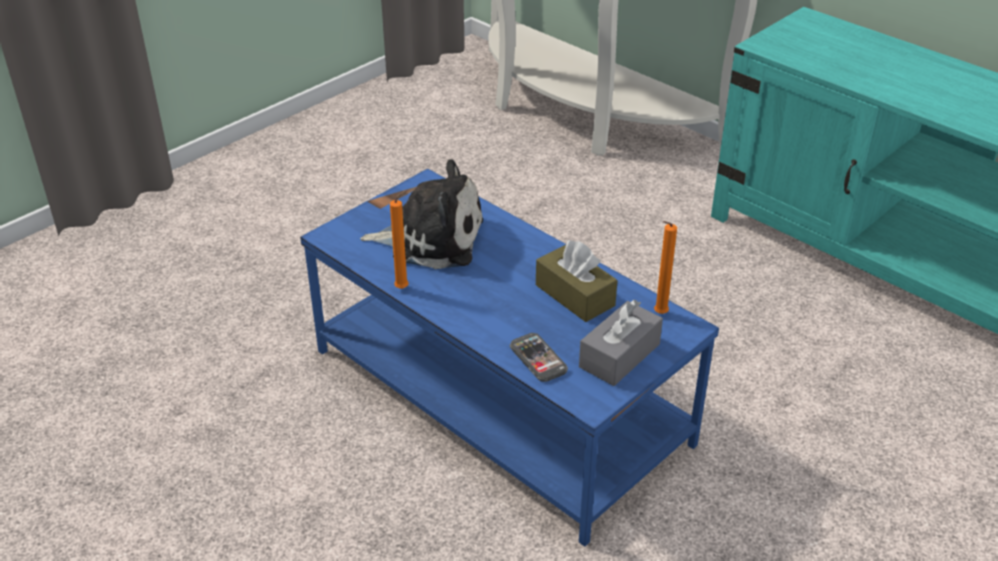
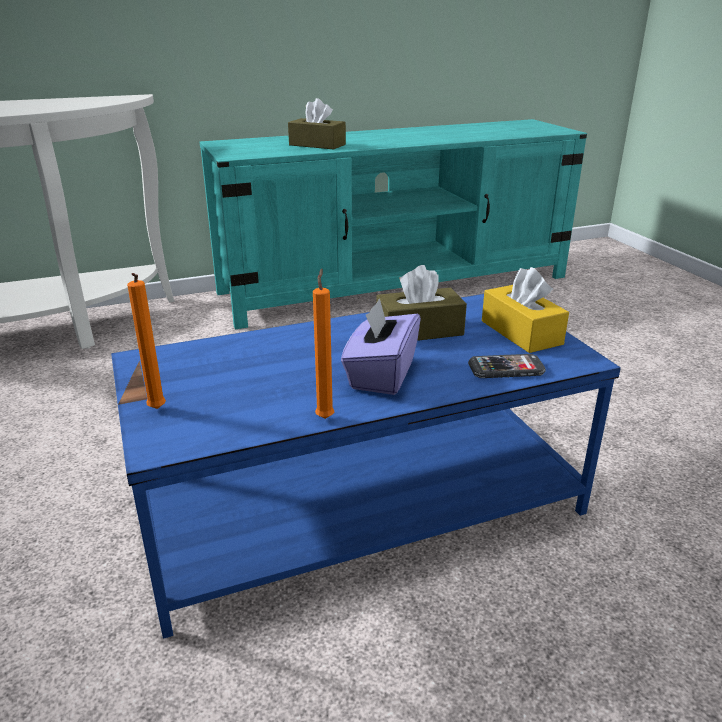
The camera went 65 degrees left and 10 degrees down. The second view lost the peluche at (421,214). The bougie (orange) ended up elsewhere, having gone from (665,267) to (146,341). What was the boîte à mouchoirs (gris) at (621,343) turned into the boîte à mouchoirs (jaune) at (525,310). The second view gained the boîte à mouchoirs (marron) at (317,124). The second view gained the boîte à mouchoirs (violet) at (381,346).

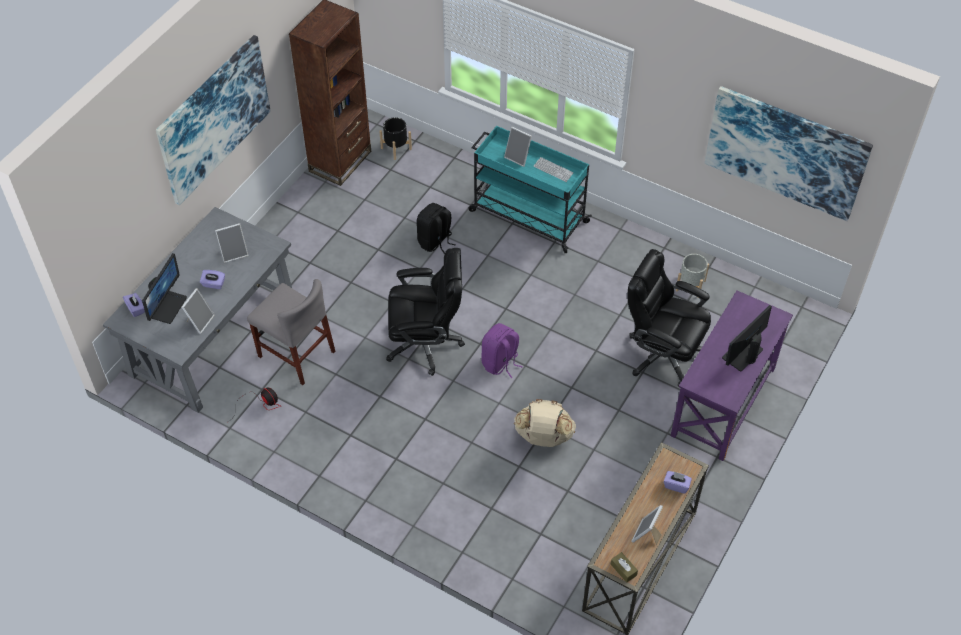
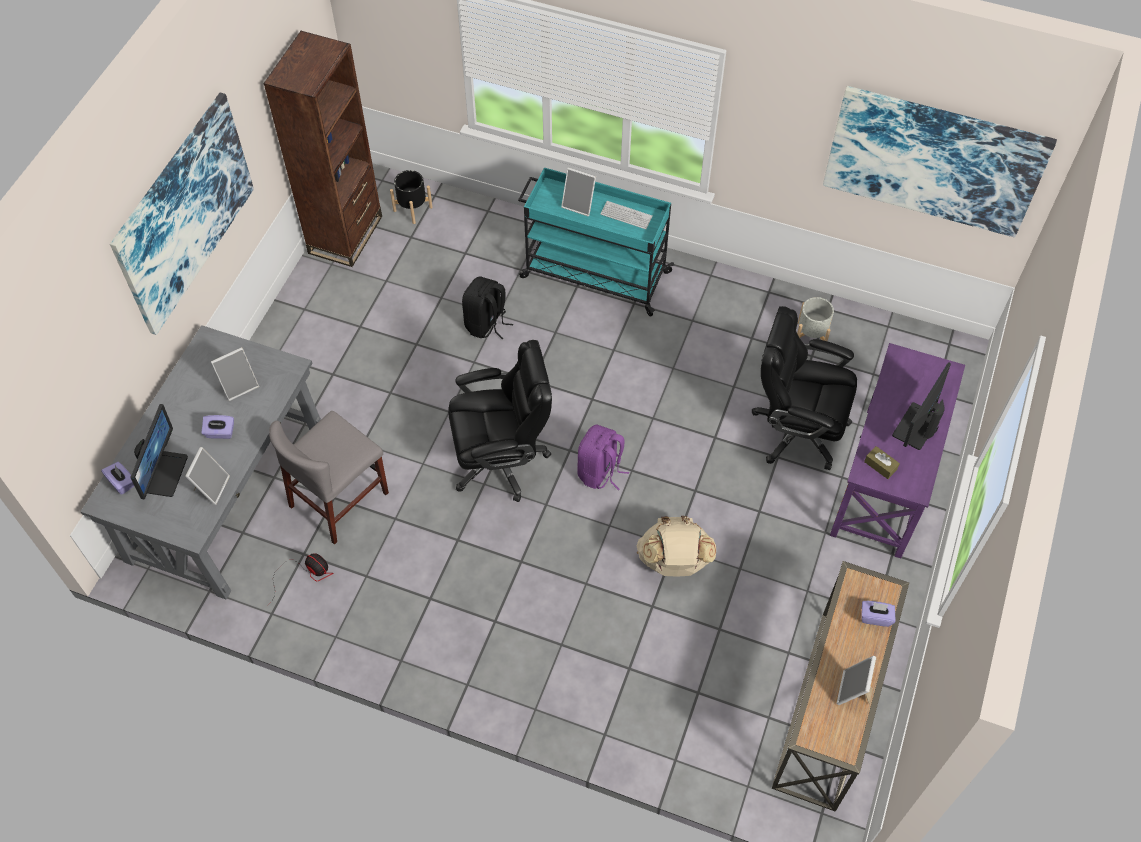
The camera went 10 degrees left and 5 degrees up. The chaise (gris) at (291,332) ended up facing another way, 105 degrees clockwise from before. The boîte à mouchoirs (marron) ended up elsewhere, having gone from (624,567) to (882,462).

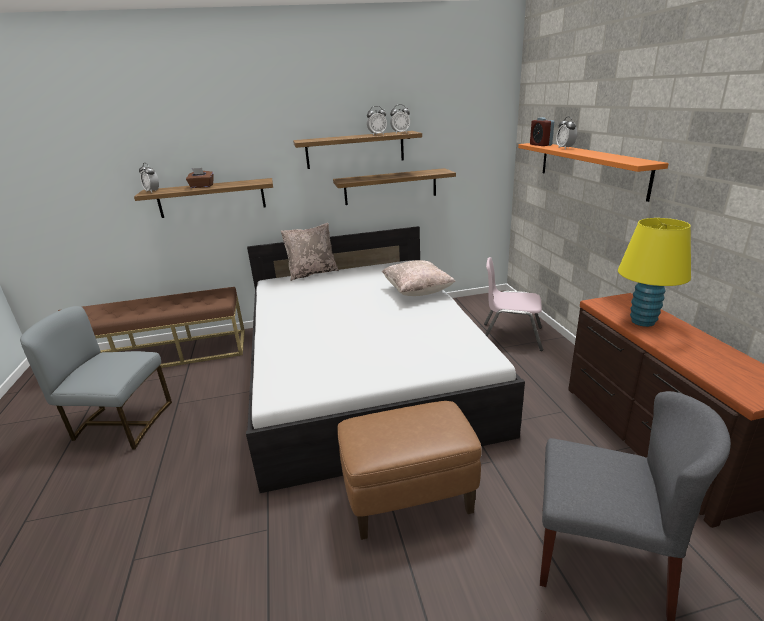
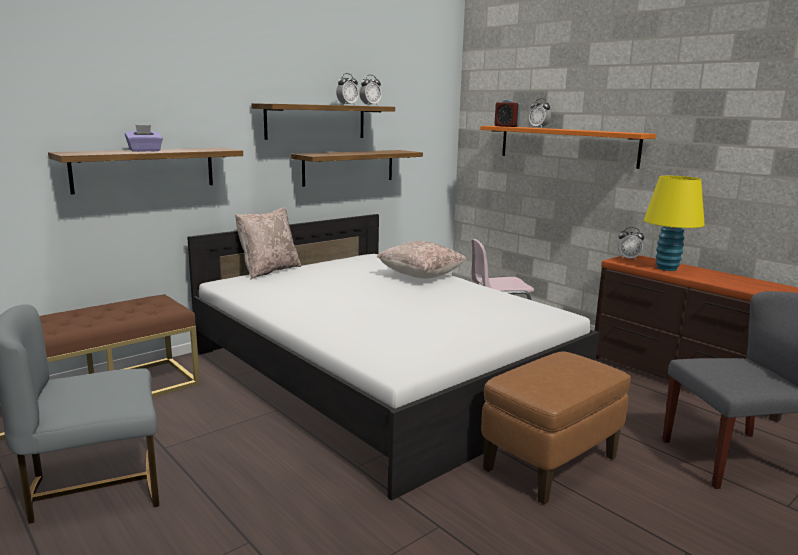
The camera went 30 degrees left and 10 degrees down. The réveil ended up elsewhere, having gone from (149,177) to (631,243). What was the boîte à mouchoirs (marron) at (200,178) turned into the boîte à mouchoirs (violet) at (144,138).

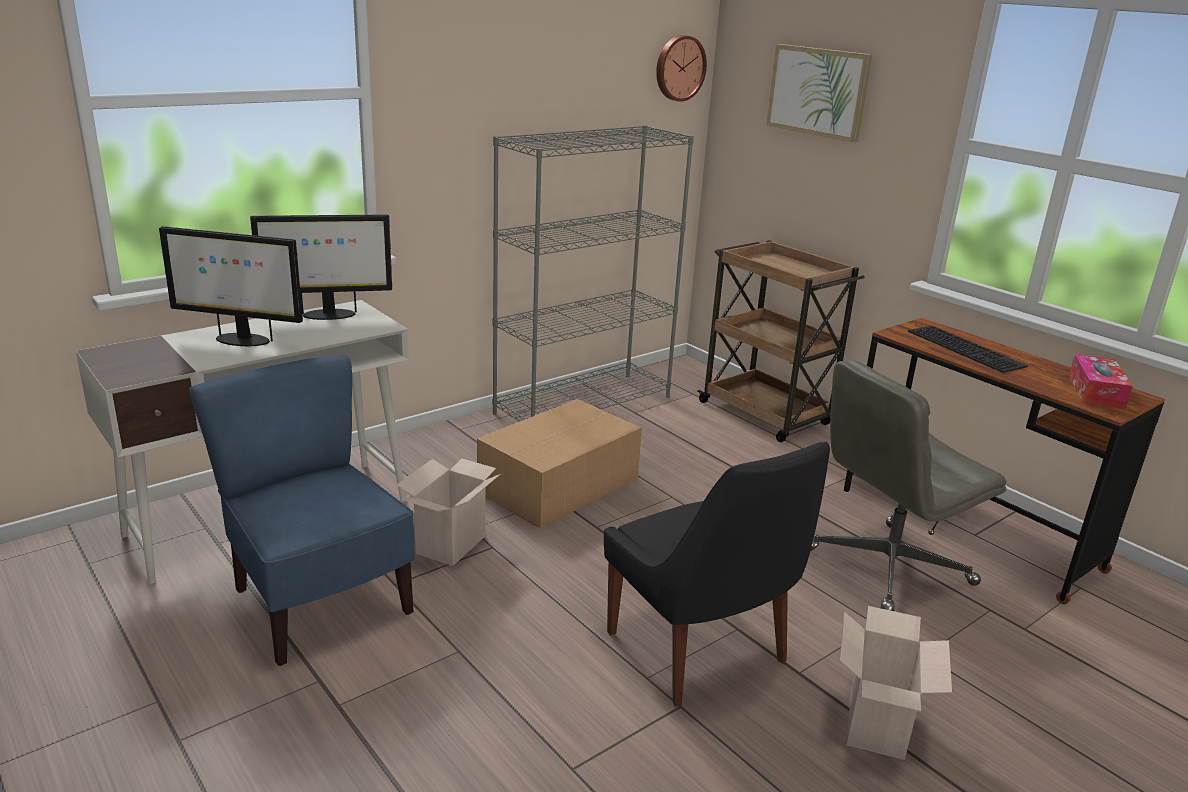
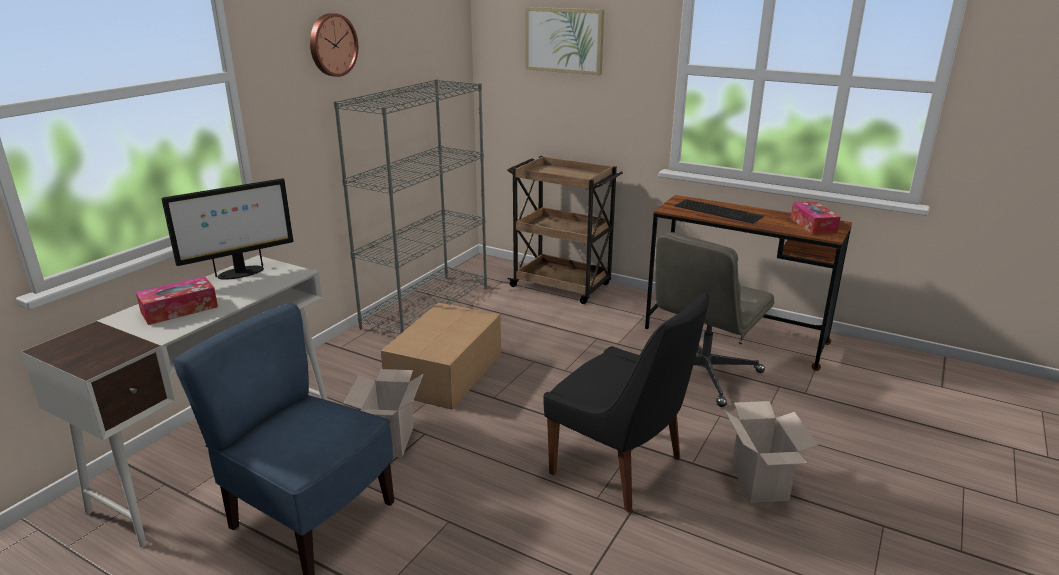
The camera went 20 degrees left and 0 degrees up. The horloge murale ended up elsewhere, having gone from (681,68) to (334,45). Where the écran d'ordinateur stood at (231,286), the boîte à mouchoirs came to stand at (177,300).

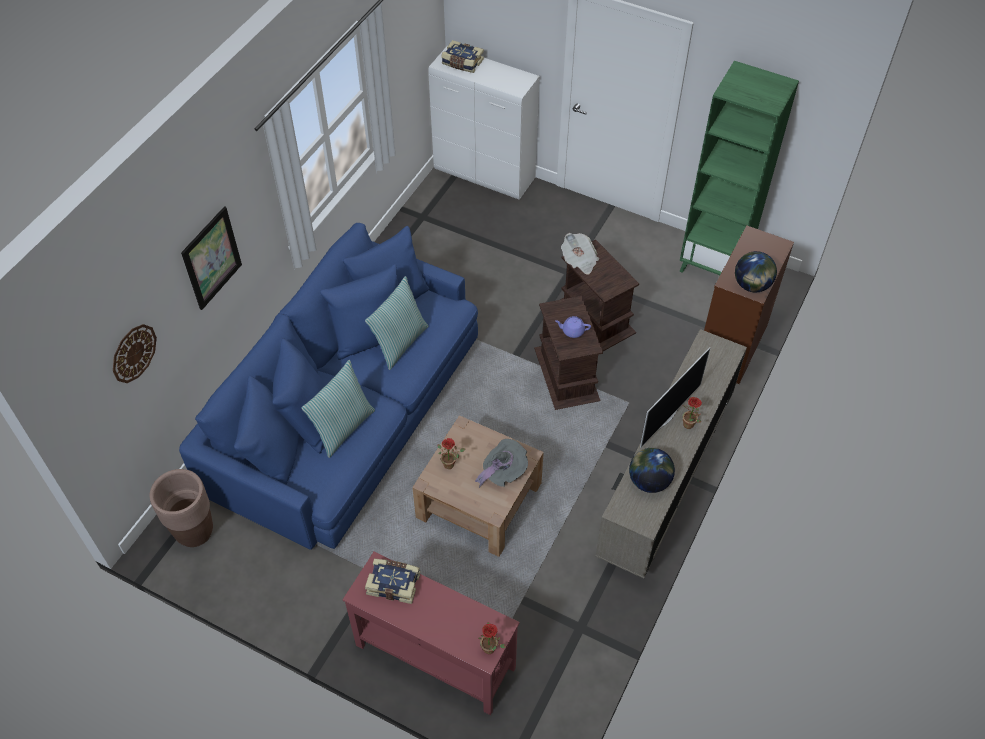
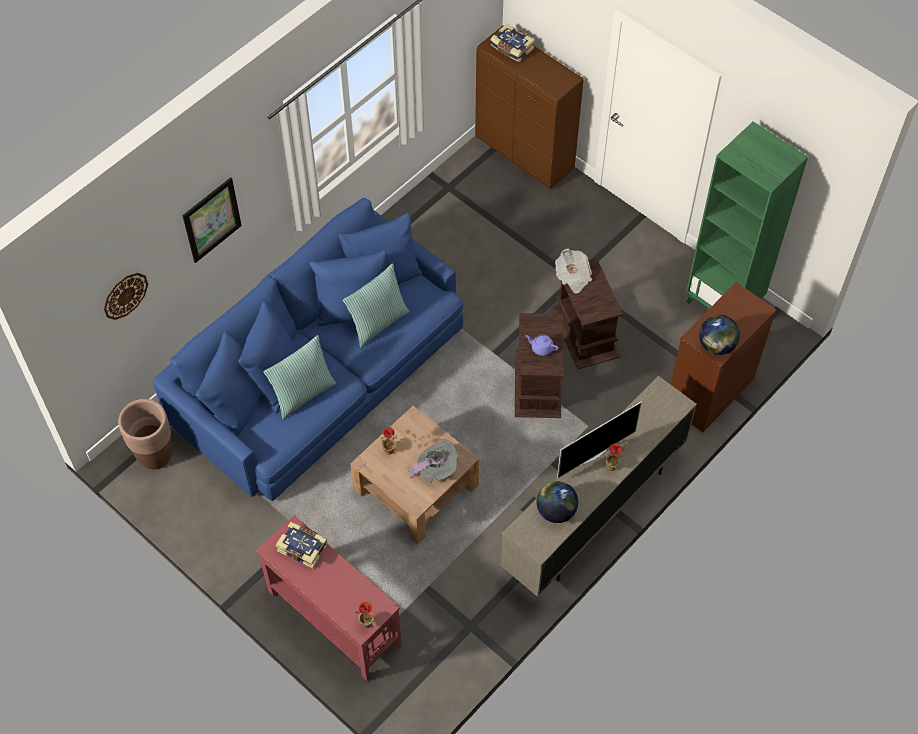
The camera went 15 degrees right and 5 degrees up. What was the meuble de rangement (blanc) at (484,123) turned into the meuble de rangement (marron) at (529,107).

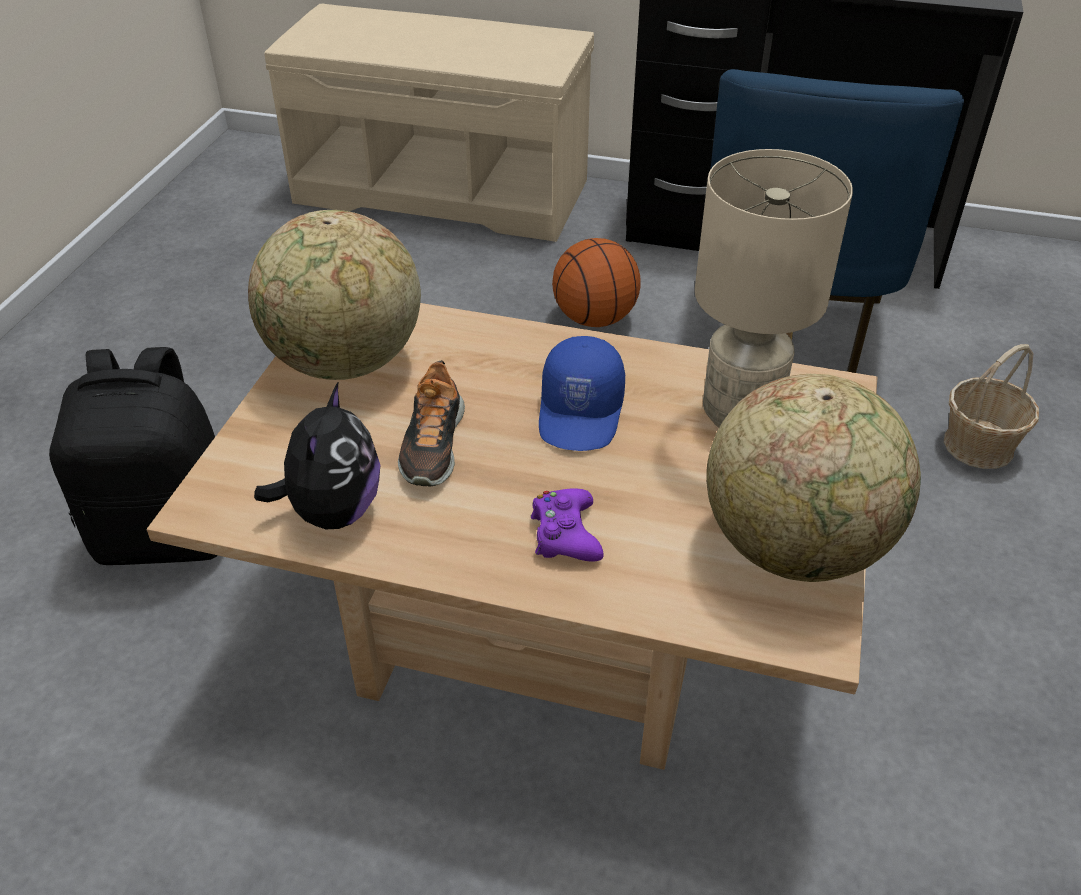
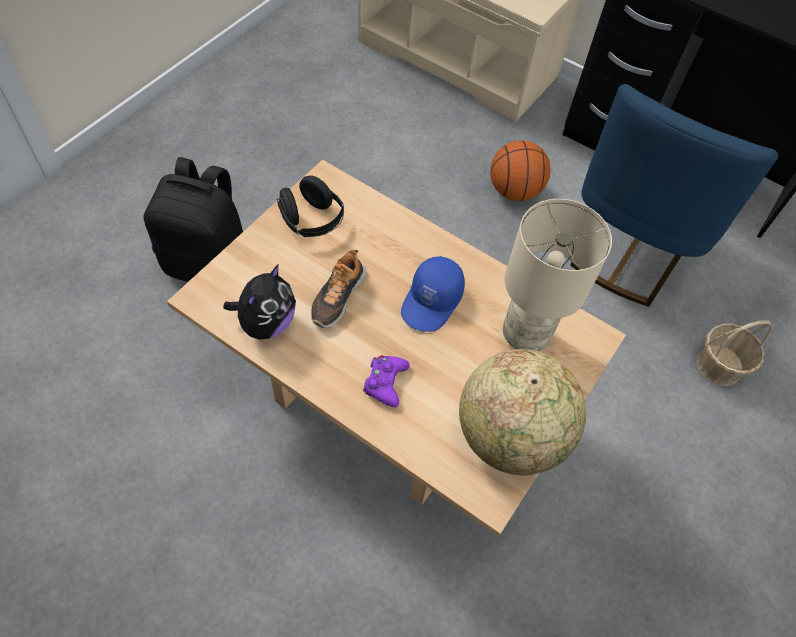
The camera went 15 degrees right and 15 degrees up. Where the globe stood at (334,295), the casque audio (noir) came to stand at (310,206).

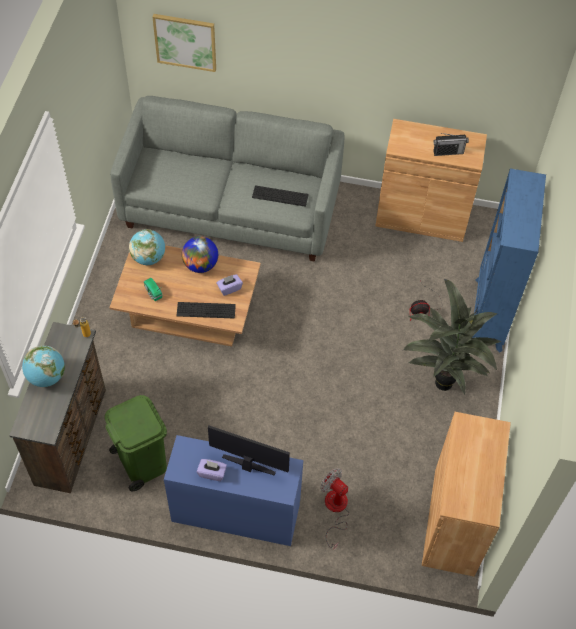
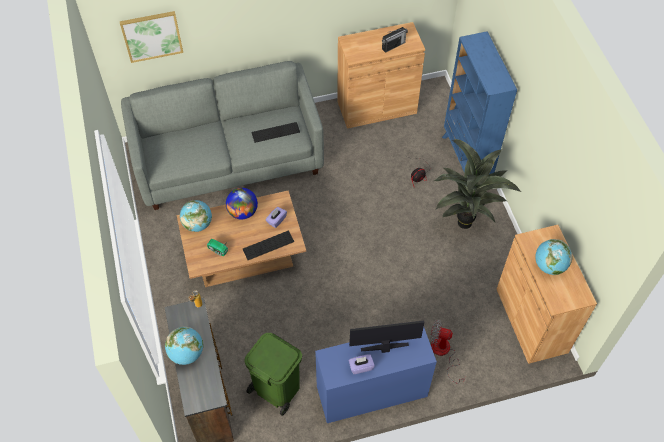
The camera went 25 degrees left and 0 degrees up. The second view gained the globe at (553,257).

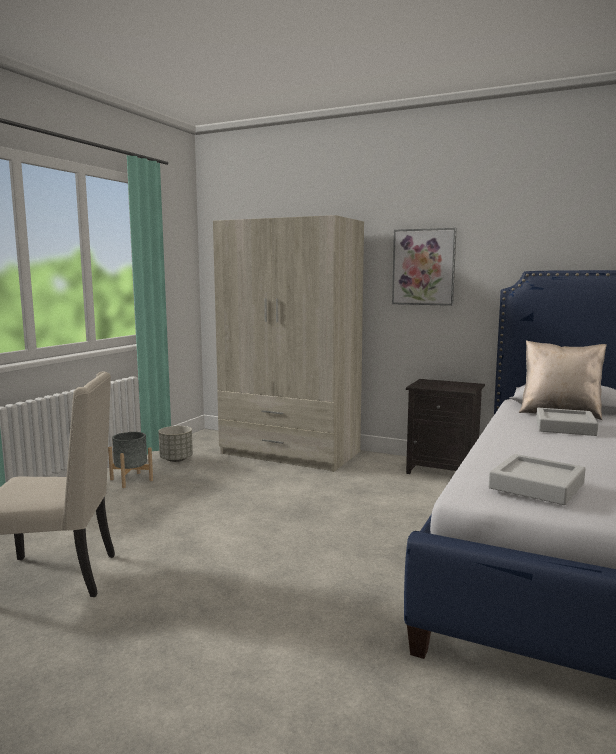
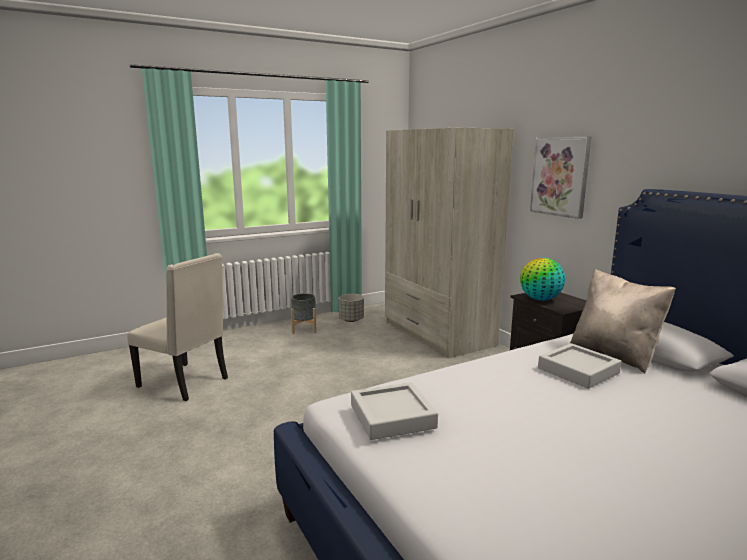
The camera went 35 degrees right and 5 degrees up. The second view gained the globe at (542,279).

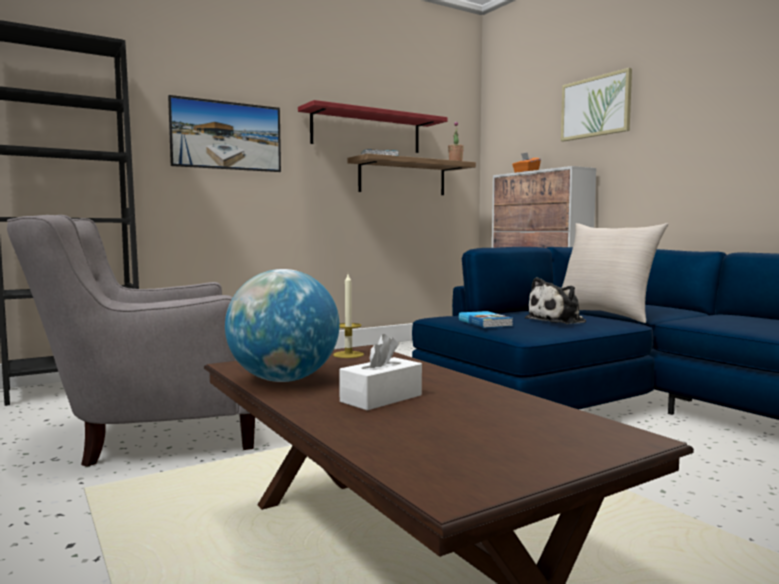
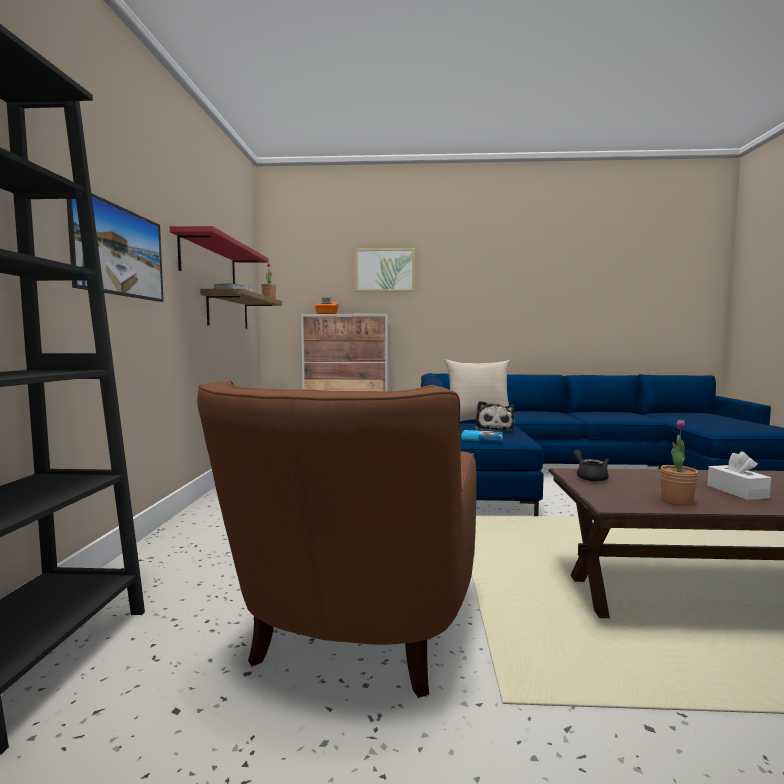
The camera went 55 degrees left and 0 degrees up. What was the fauteuil (gris) at (131,341) turned into the fauteuil (marron) at (337,539). Where the globe stood at (282,325), the plante en pot came to stand at (679,462). Where the bougie stood at (348,316), the théière (noir) came to stand at (591,466).

